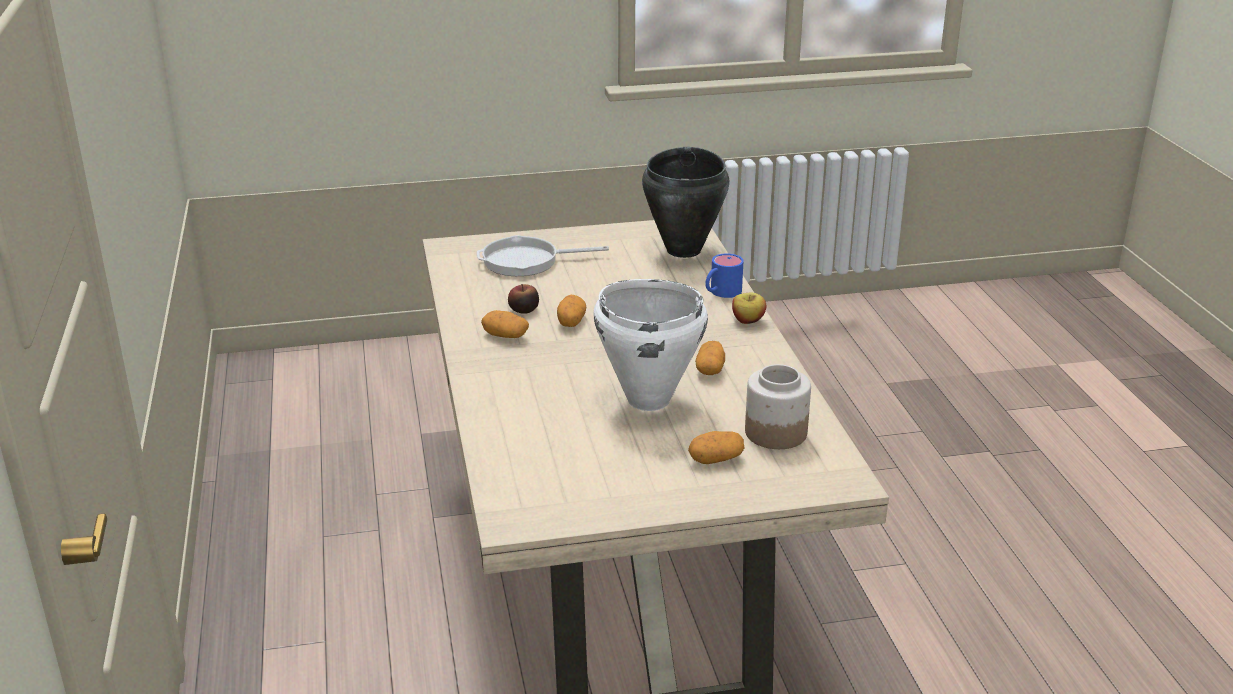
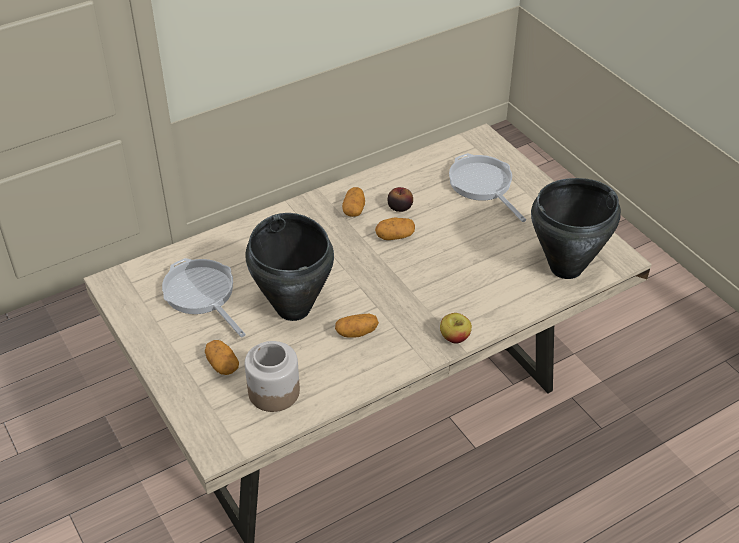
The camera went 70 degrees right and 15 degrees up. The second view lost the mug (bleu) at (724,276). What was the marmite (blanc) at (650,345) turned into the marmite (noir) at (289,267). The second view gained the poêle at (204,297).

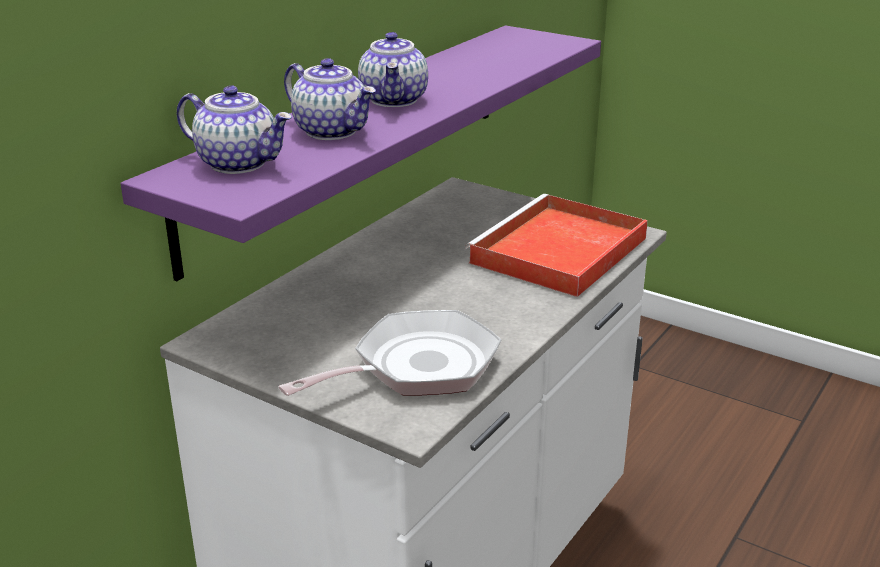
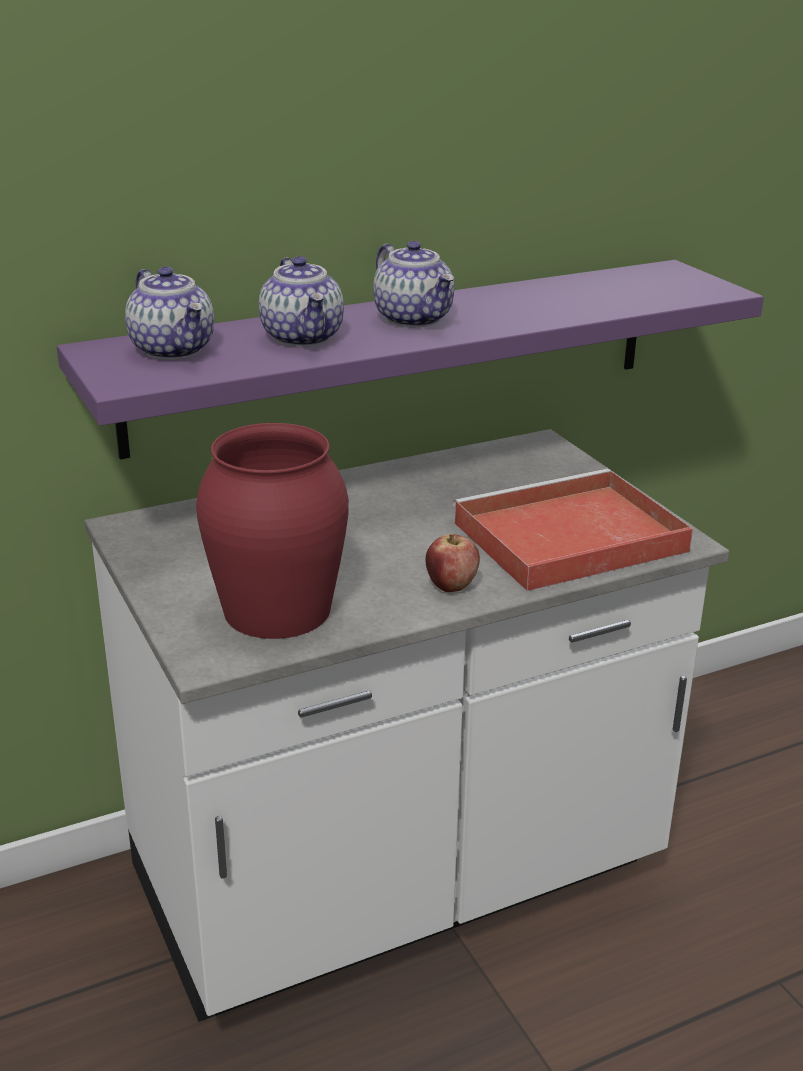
The camera went 30 degrees right and 0 degrees up. The théière at (393,69) ended up facing another way, 60 degrees counterclockwise from before. Where the poêle stood at (389,353), the vase (rouge) came to stand at (272,531). The second view gained the pomme at (453,563).

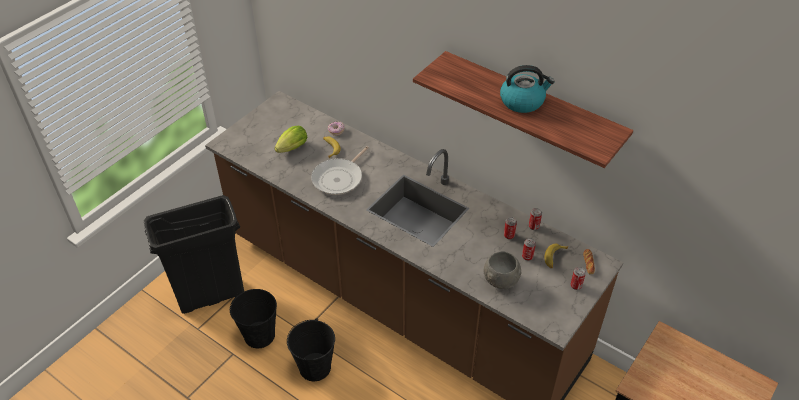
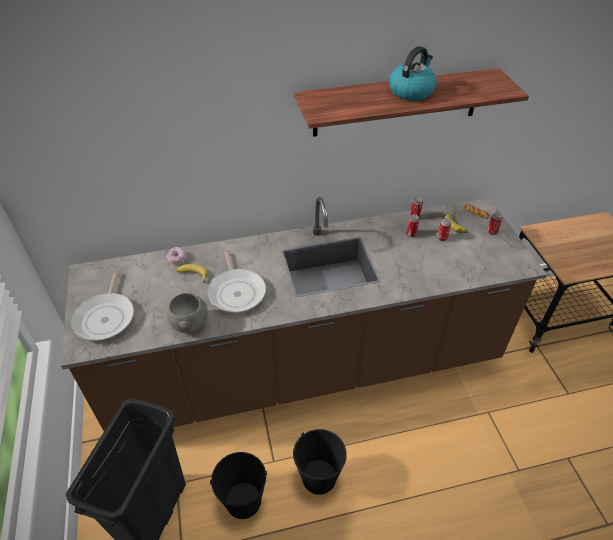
The camera went 50 degrees left and 0 degrees up. The second view lost the laitue at (291,139). The bol (gris) ended up elsewhere, having gone from (502,270) to (187,313). The second view gained the poêle at (102,305).

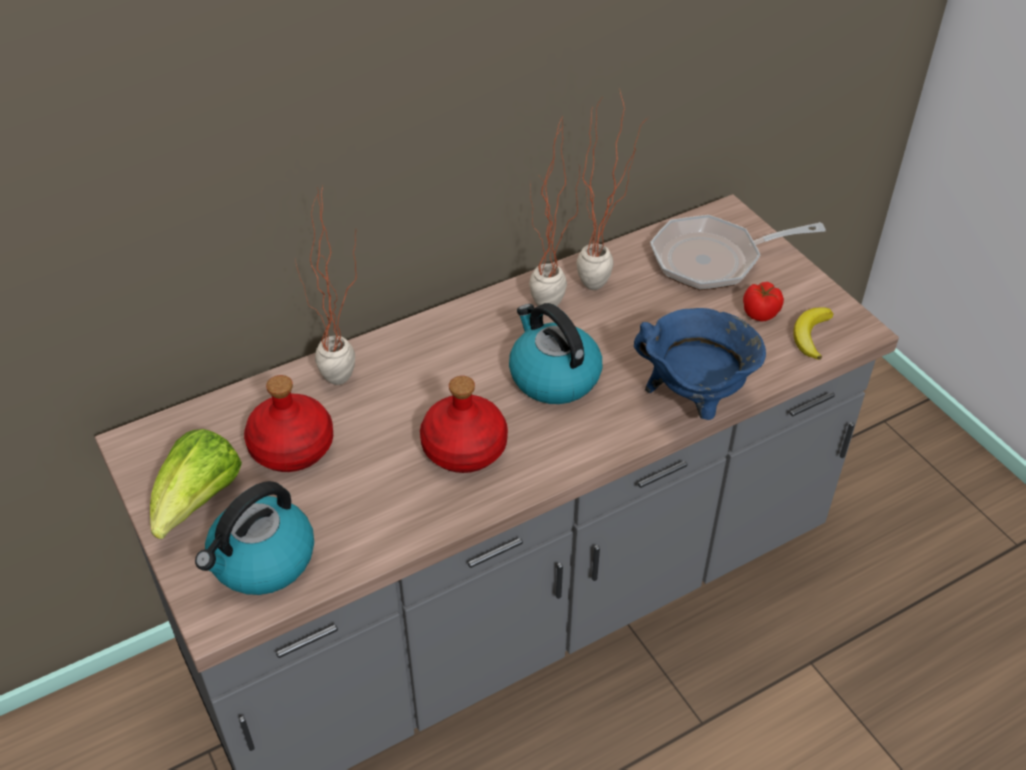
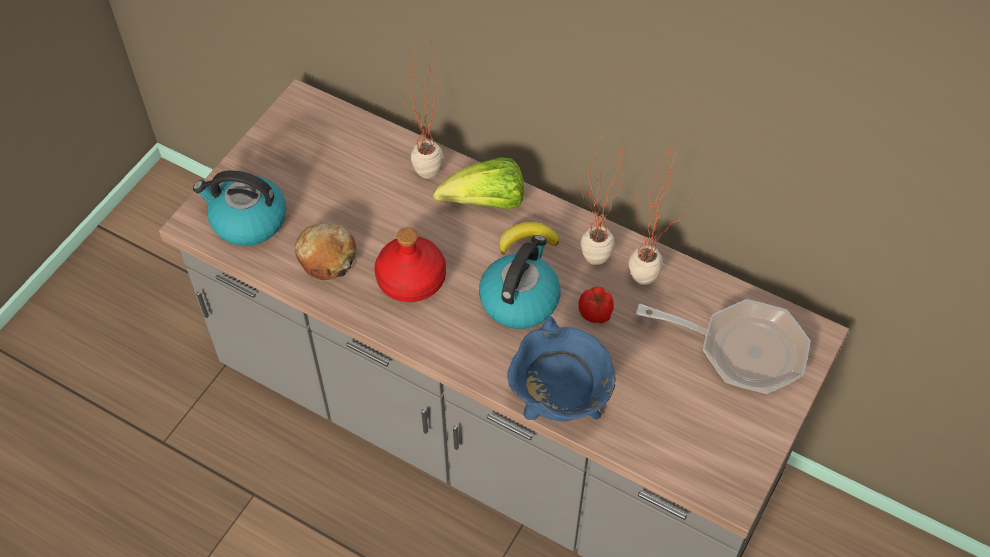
The camera went 60 degrees right and 10 degrees up. The poêle at (738,252) ended up facing another way, 150 degrees clockwise from before. The tomate ended up elsewhere, having gone from (763,302) to (596,305). The banane ended up elsewhere, having gone from (813,333) to (529,238). The second view lost the bouteille (rouge) at (288,423). The laitue ended up elsewhere, having gone from (196,484) to (478,183). The second view gained the pain at (326,251).

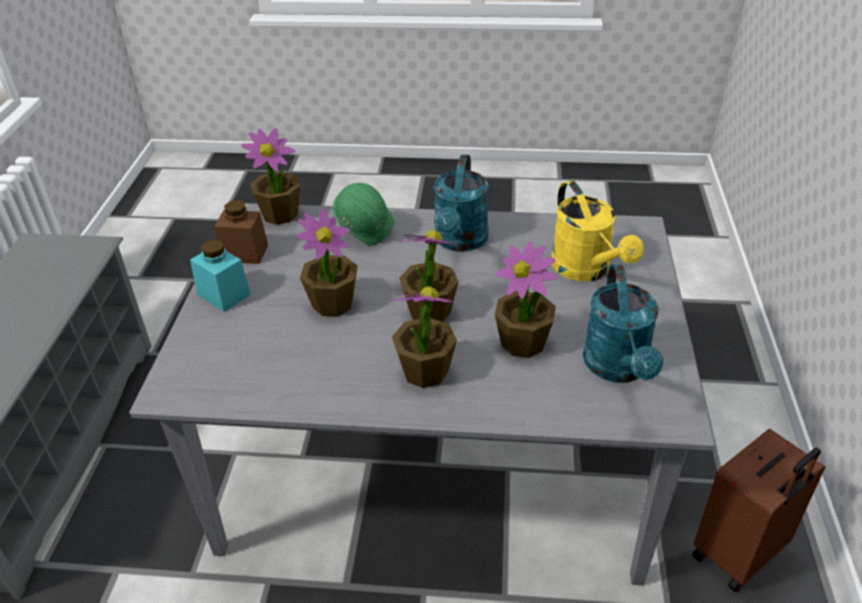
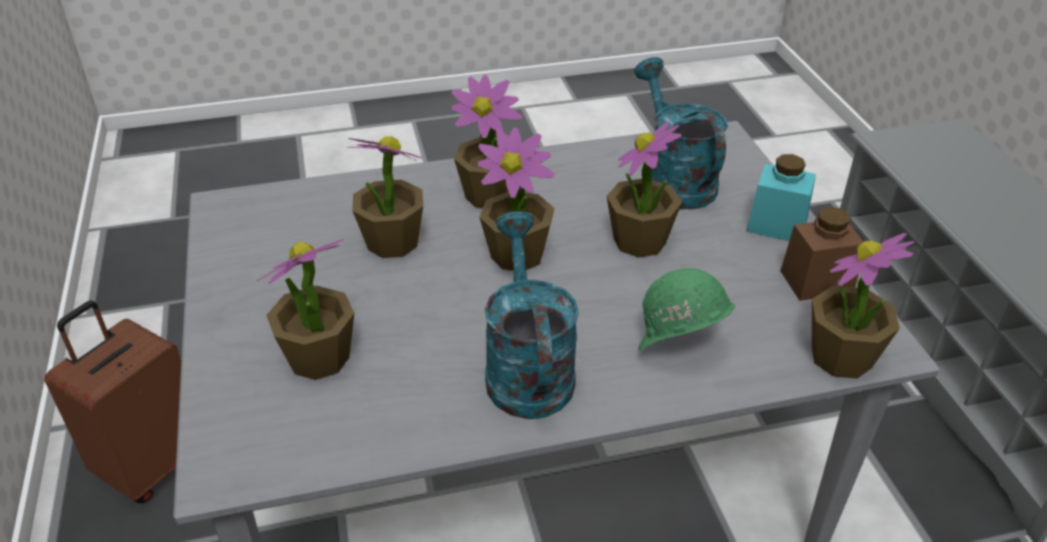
The camera went 160 degrees right and 0 degrees up. Where the arrosoir (jaune) stood at (597,231), the plante en pot came to stand at (305,309). The arrosoir (turquoise) ended up elsewhere, having gone from (623,323) to (681,133).

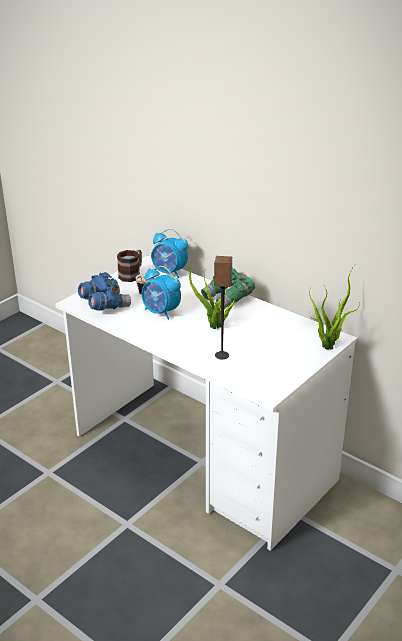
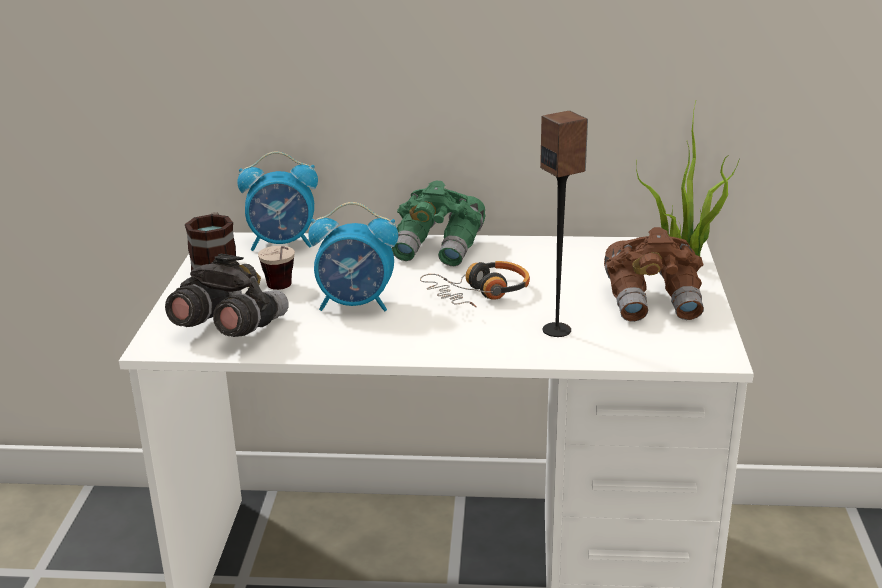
The camera went 35 degrees left and 5 degrees down. Where the plante en pot stood at (209,293), the casque audio came to stand at (475,284). What was the jumelles (bleu) at (104,291) turned into the jumelles (gris) at (226,295). The second view gained the jumelles (marron) at (654,274).

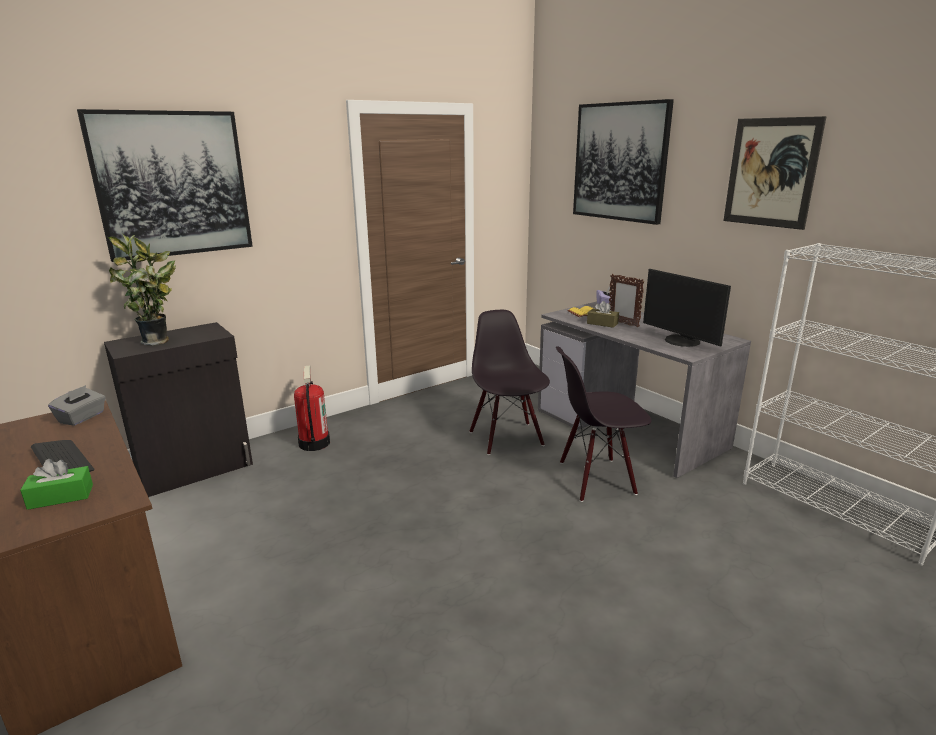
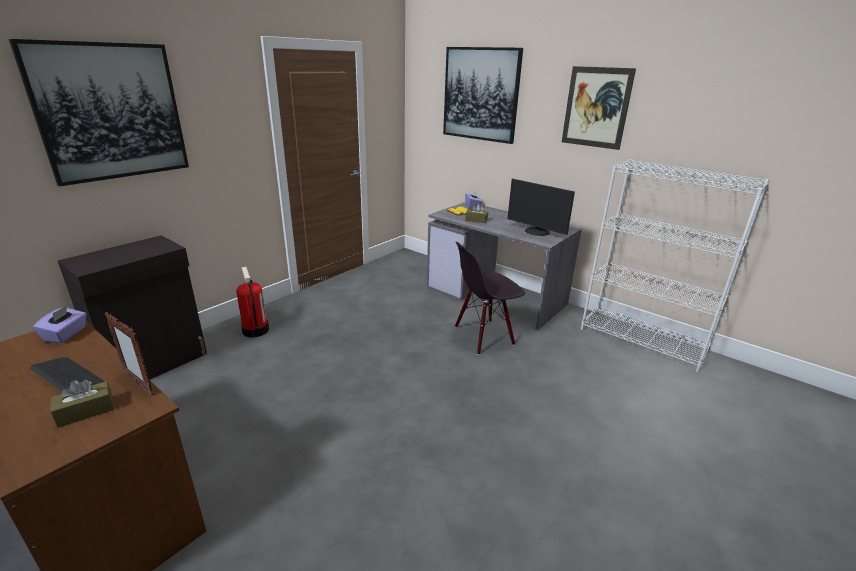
The camera went 15 degrees left and 5 degrees up. The second view lost the plante en pot at (142,289). The cadre photo ended up elsewhere, having gone from (627,300) to (129,354). The second view lost the chaise (noir) at (509,382). What was the boîte à mouchoirs (gris) at (77,405) turned into the boîte à mouchoirs (violet) at (59,324). What was the boîte à mouchoirs (vert) at (56,484) turned into the boîte à mouchoirs (marron) at (82,403).

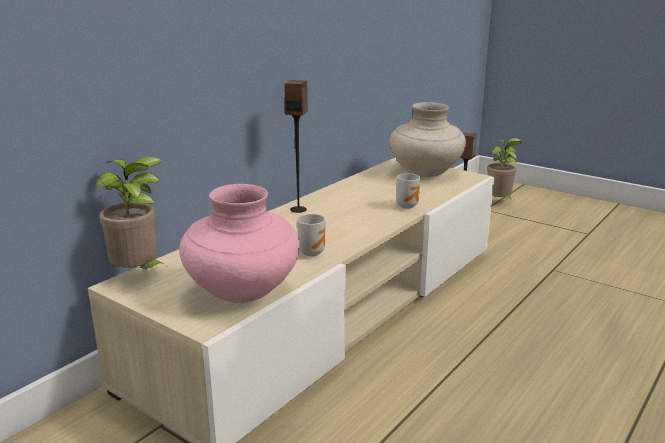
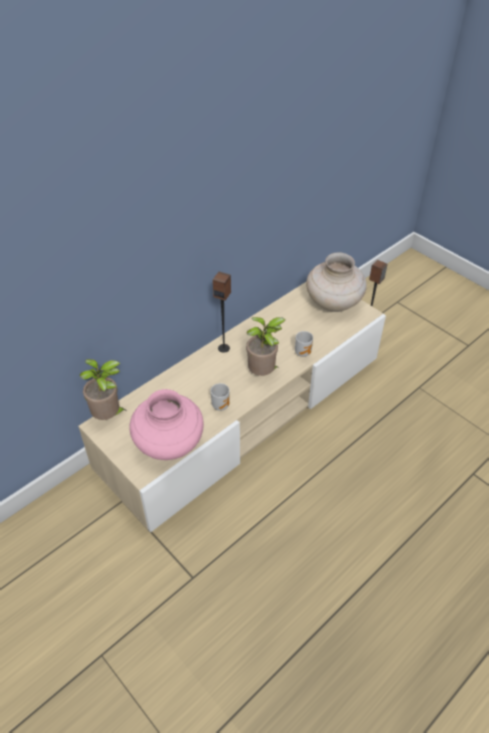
The camera went 10 degrees right and 25 degrees up. The plante en pot ended up elsewhere, having gone from (504,168) to (265,346).

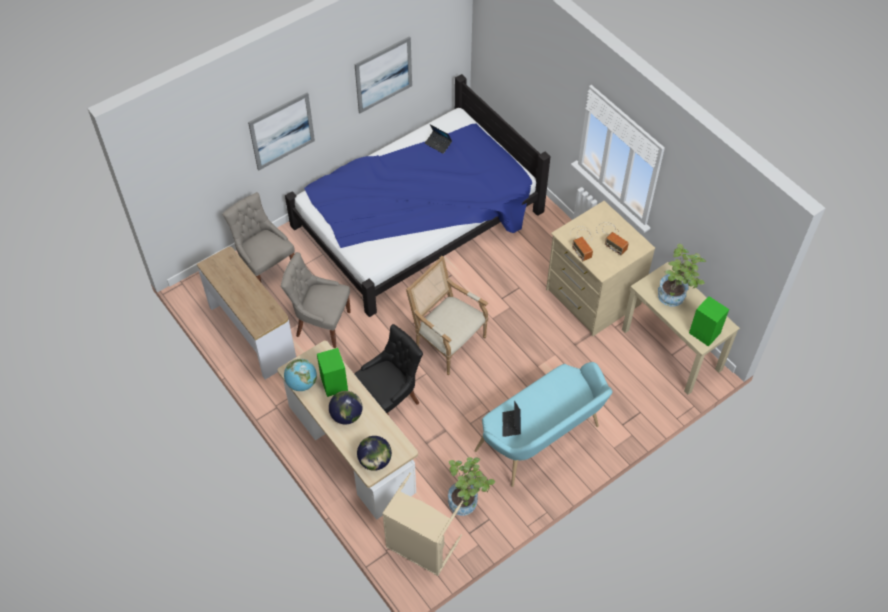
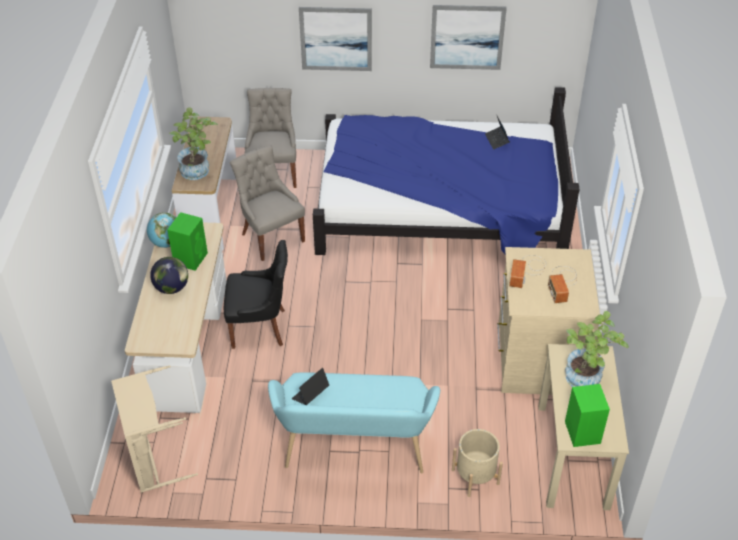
The camera went 40 degrees right and 10 degrees down. The second view lost the fauteuil at (447,315). The second view lost the globe at (374,453). The plante en pot ended up elsewhere, having gone from (471,486) to (193,143). The second view gained the cache-pot (beige) at (477,463).

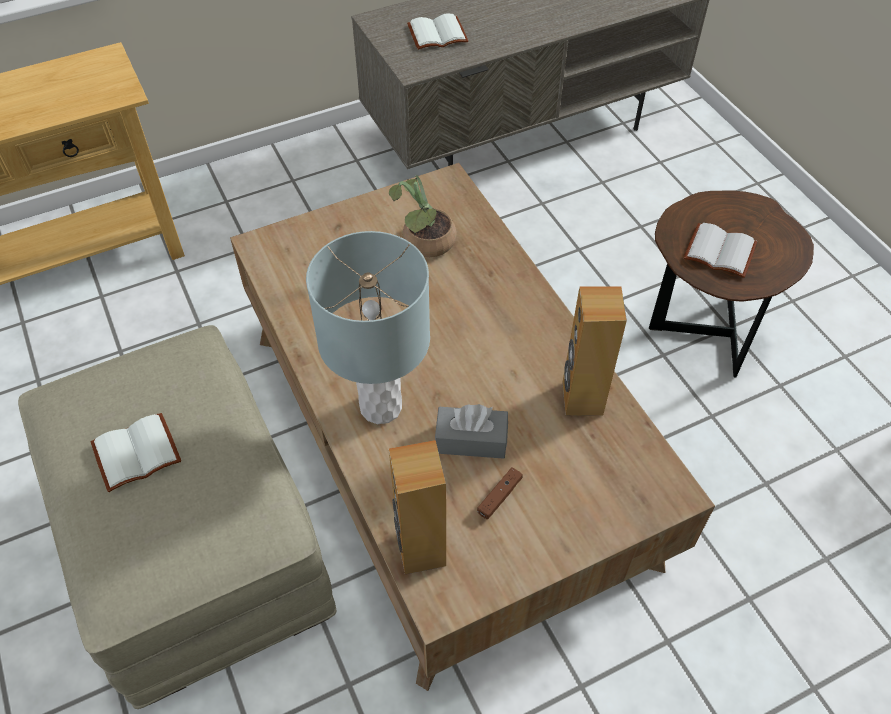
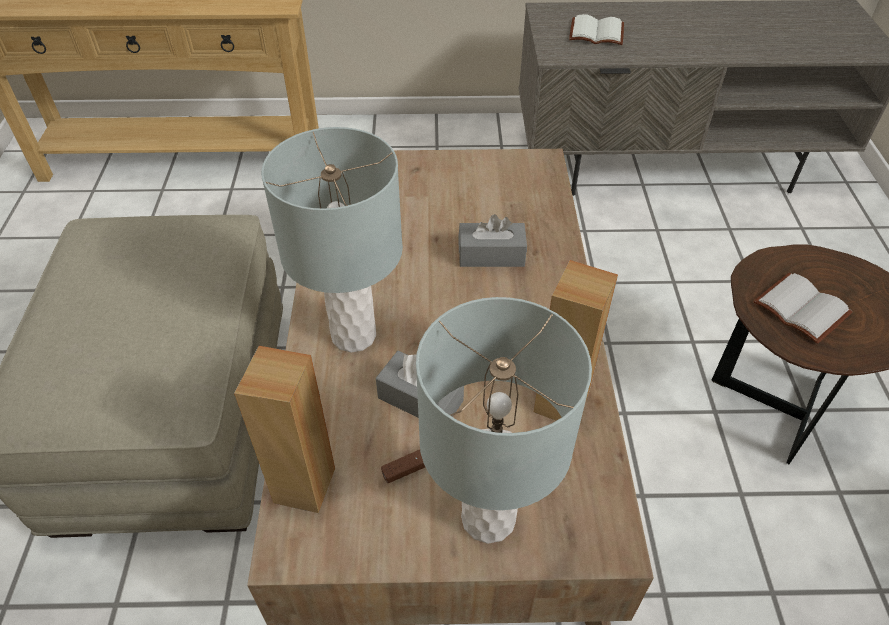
The camera went 25 degrees right and 5 degrees down. The second view lost the plante en pot at (423,216). The second view lost the livre (blanc) at (136,452). The second view gained the boîte à mouchoirs (gris) at (492,240). The second view gained the lampe de table (gris) at (504,420).

